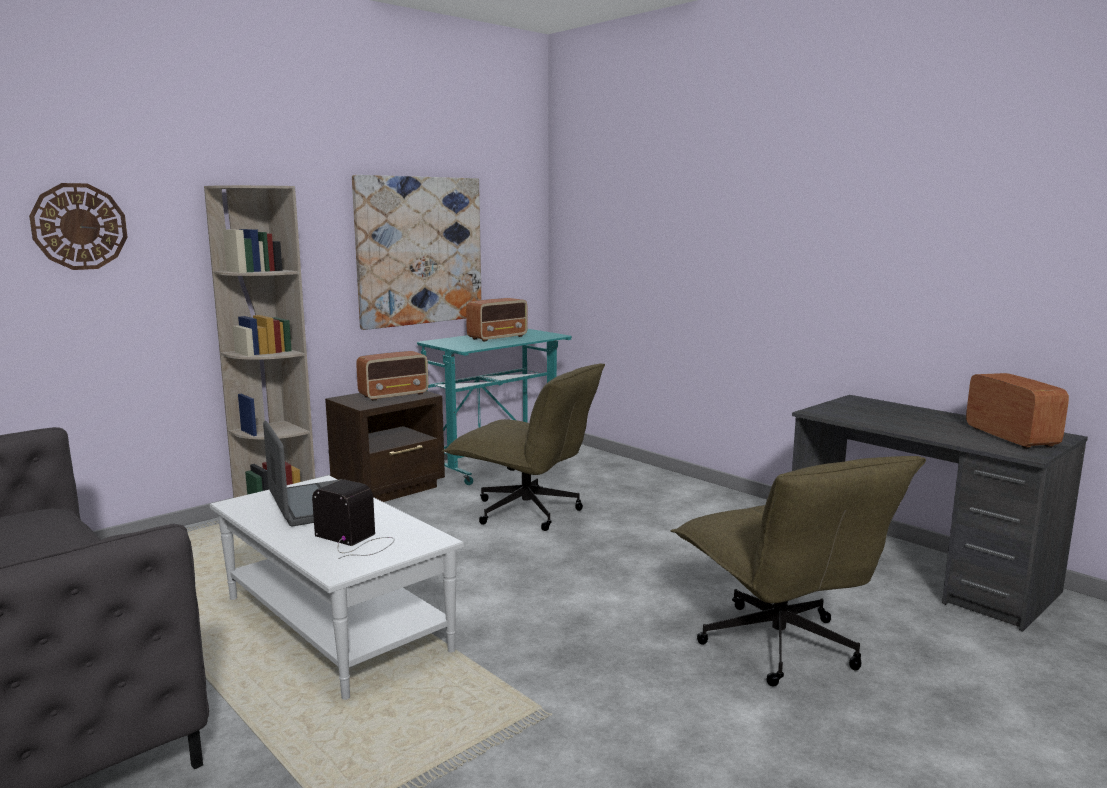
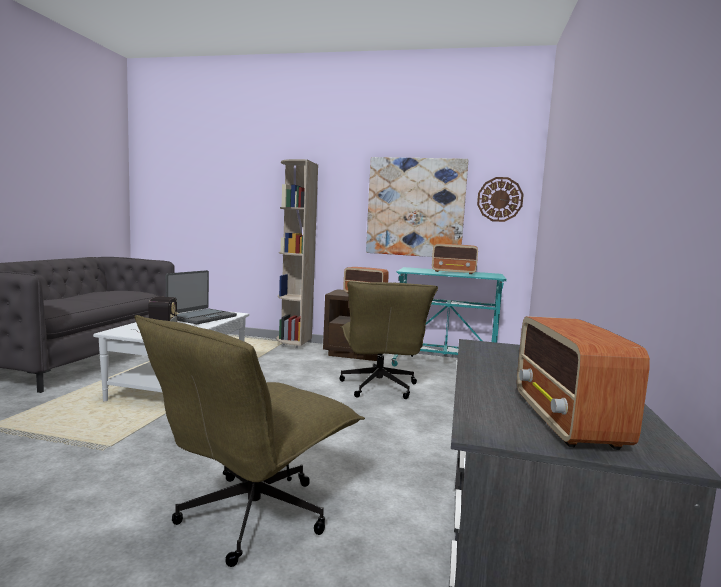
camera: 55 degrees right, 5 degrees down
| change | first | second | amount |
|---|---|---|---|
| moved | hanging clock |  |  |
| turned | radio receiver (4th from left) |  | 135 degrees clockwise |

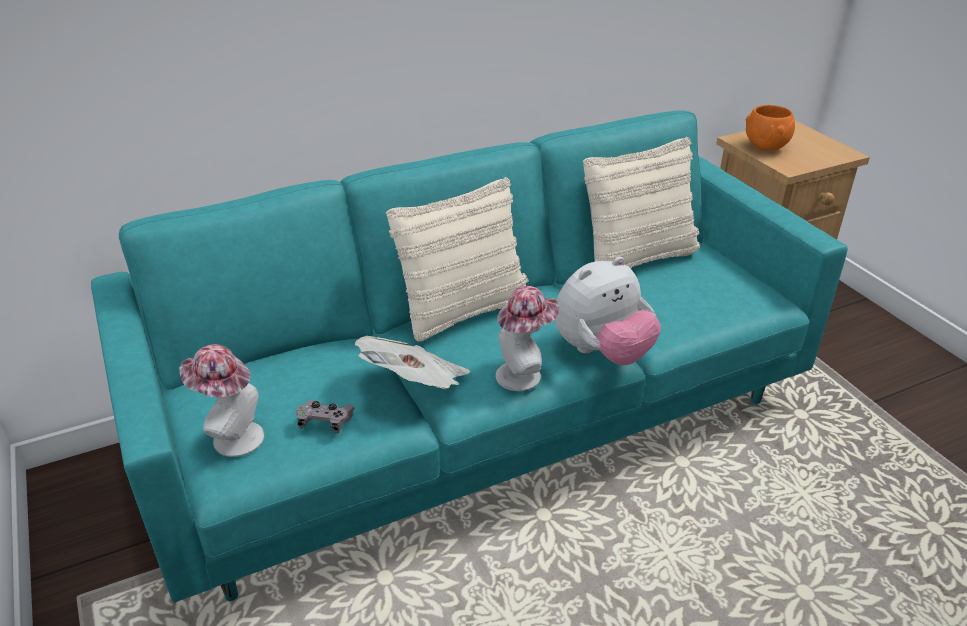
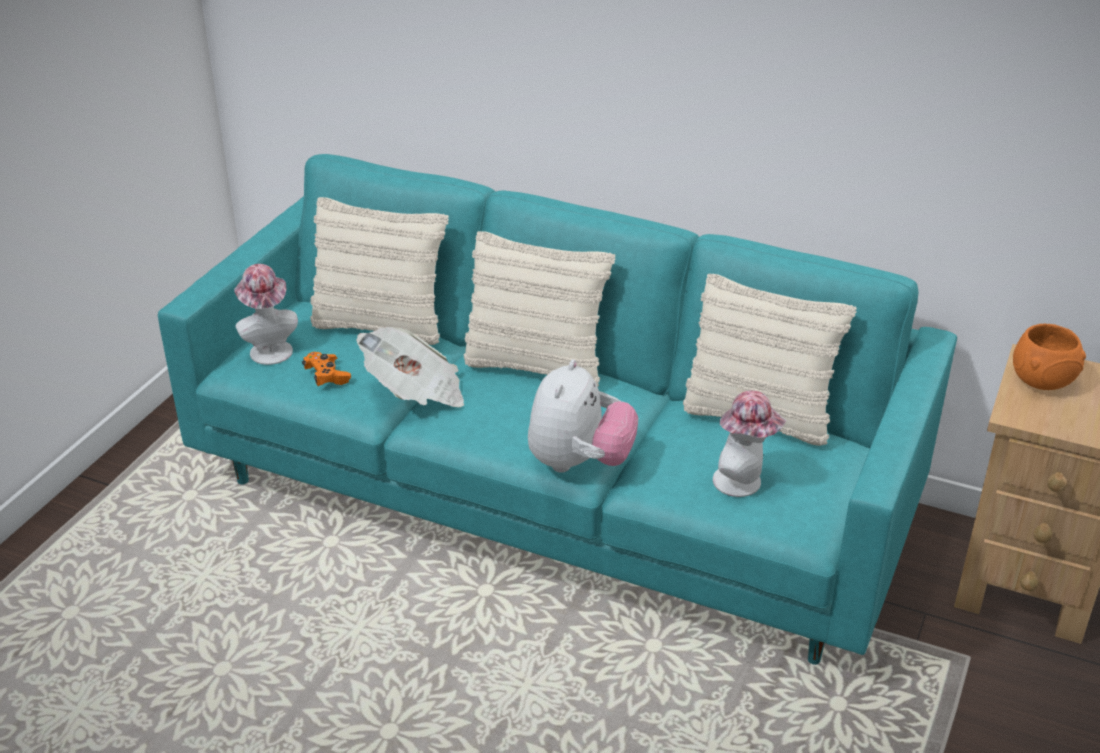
camera: 50 degrees right, 0 degrees up
| change | first | second | amount |
|---|---|---|---|
| recoloured | joypad/gray | joypad/orangey |  |
| added |  | throw pillow/sand-coloured (1st from left) |  |
| turned | soft toy |  | 90 degrees counterclockwise |
| moved | wearable hat (2nd from left) |  |  |

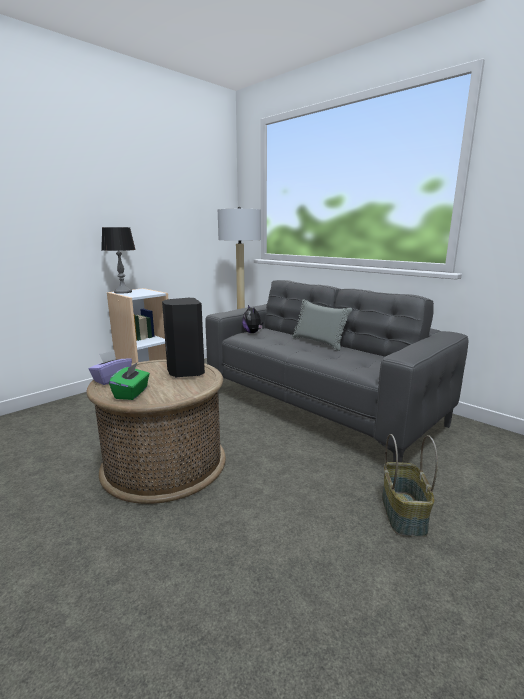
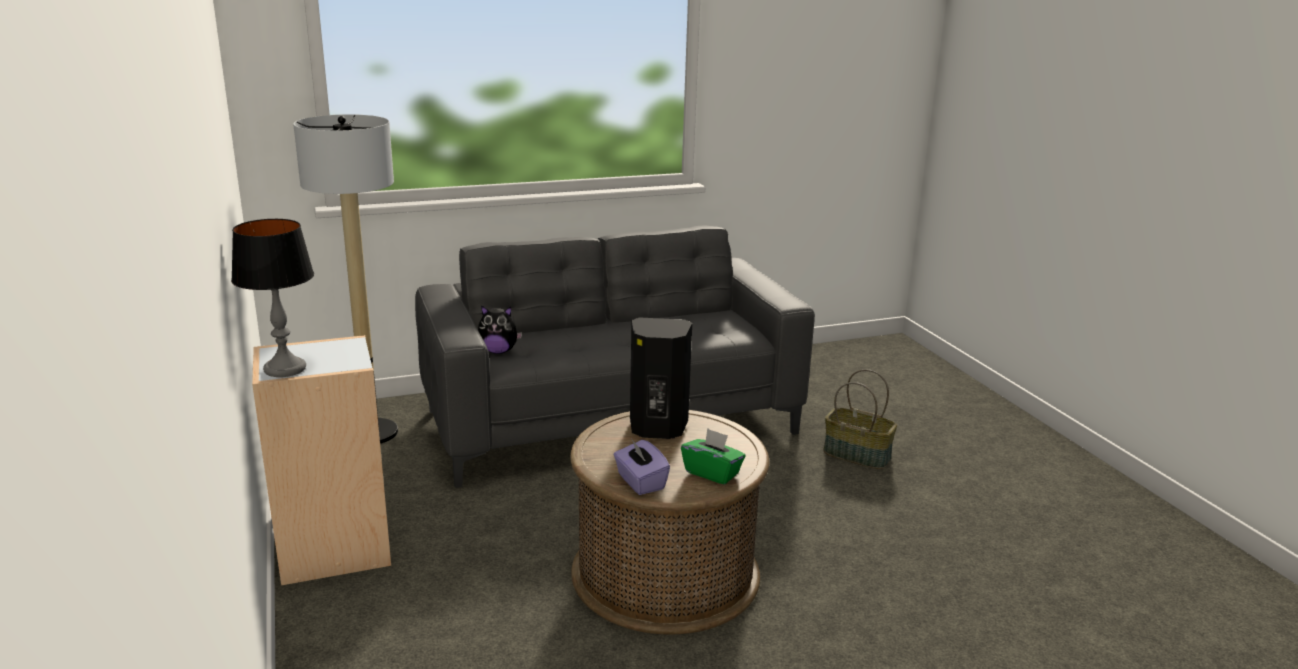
camera: 65 degrees left, 5 degrees up
| change | first | second | amount |
|---|---|---|---|
| removed | throw pillow/gray |  |  |

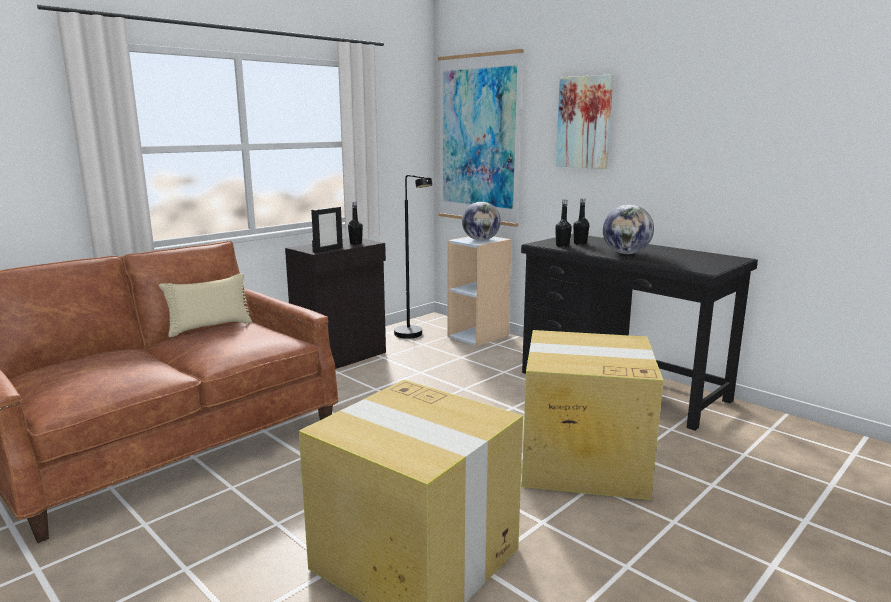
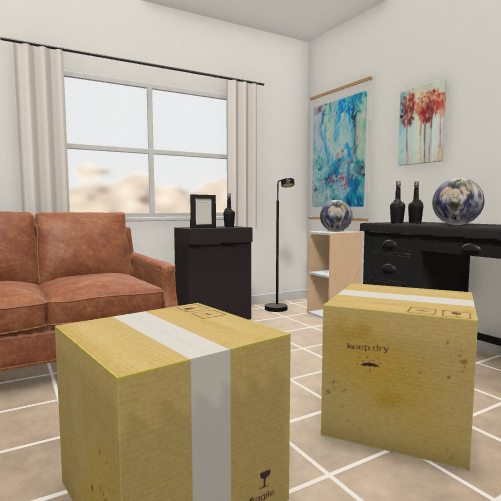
camera: 15 degrees right, 10 degrees down
| change | first | second | amount |
|---|---|---|---|
| removed | throw pillow/sand-coloured |  |  |

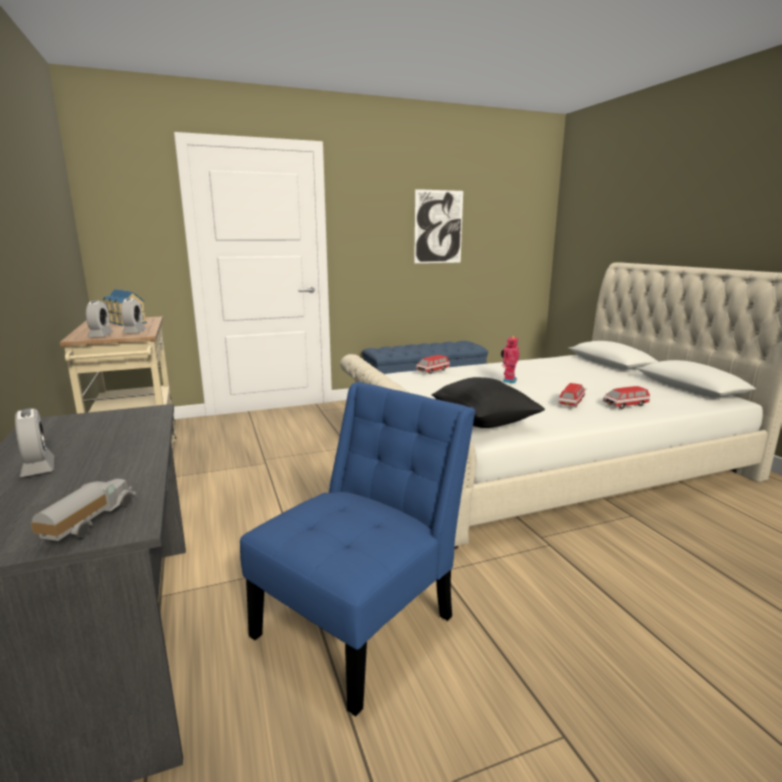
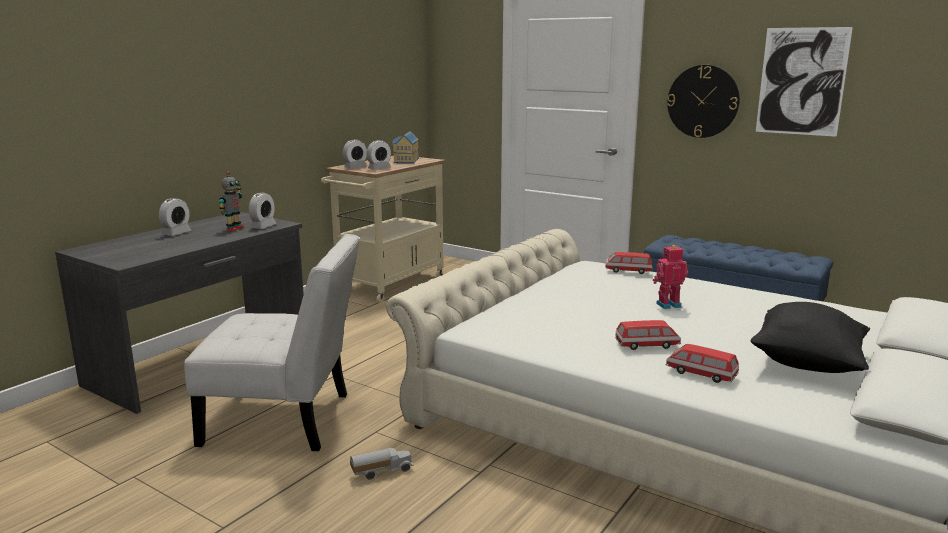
camera: 55 degrees right, 0 degrees up
| change | first | second | amount |
|---|---|---|---|
| recoloured | upright chair/blue | upright chair/whitish |  |
| added |  | toy robot (1st from left) |  |
| added |  | alarm clock (2nd from left) |  |
| moved | toy lorry |  |  |
| added |  | hanging clock |  |
| moved | throw pillow/blackish |  |  |

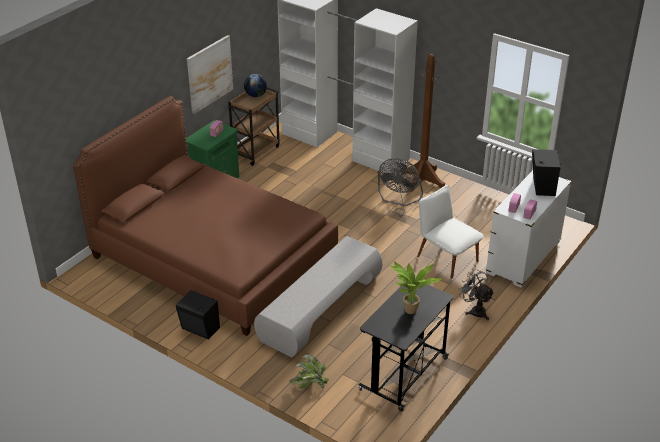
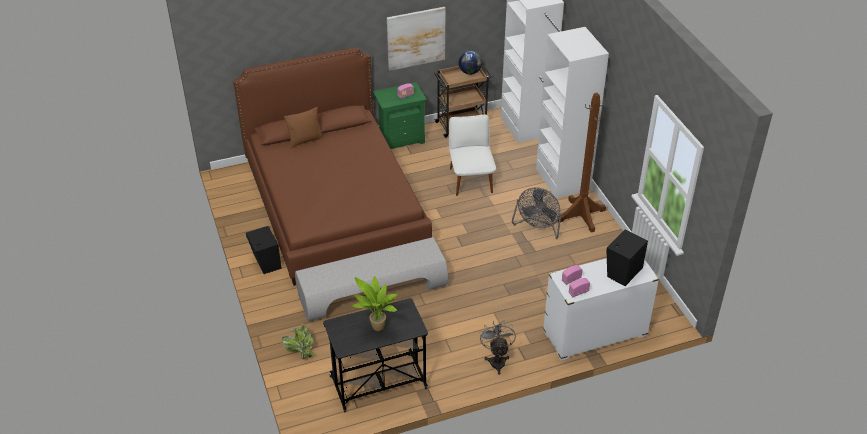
camera: 35 degrees right, 5 degrees up
| change | first | second | amount |
|---|---|---|---|
| added |  | throw pillow/brownish |  |
| moved | upright chair/whitish |  |  |
| turned | cooling fan/gray (1st from left in the first image) | cooling fan/gray (2nd from left) | 150 degrees clockwise |

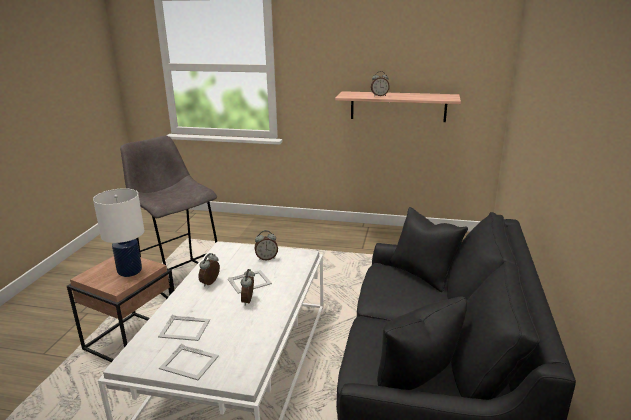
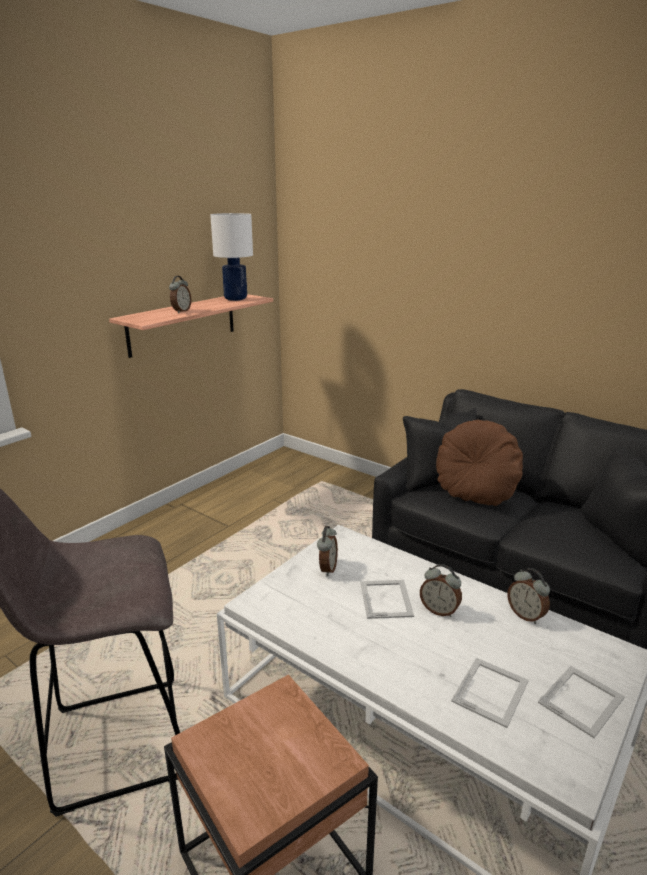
camera: 65 degrees left, 0 degrees up
| change | first | second | amount |
|---|---|---|---|
| moved | tabletop lamp/whitish |  |  |
| added |  | throw pillow/brownish |  |
| moved | alarm clock (1st from left in the first image) | alarm clock (4th from left) |  |

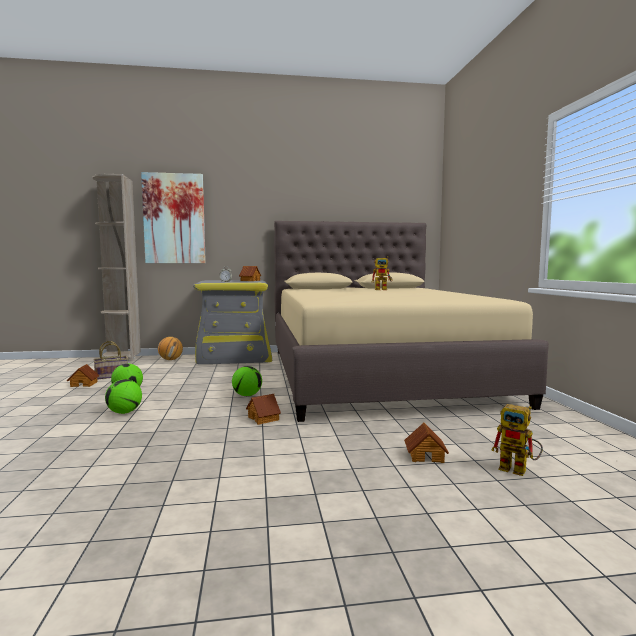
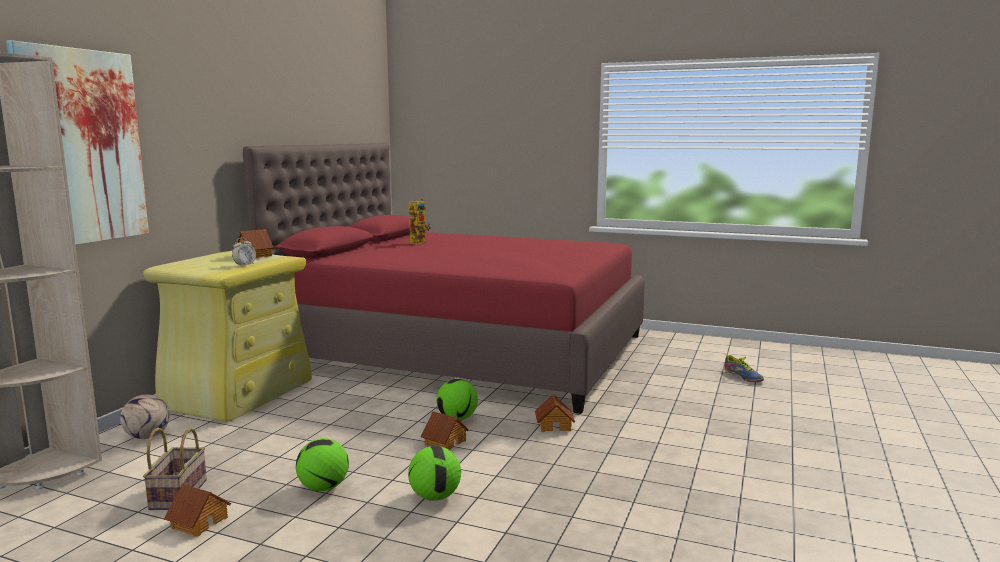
camera: 60 degrees left, 5 degrees up
| change | first | second | amount |
|---|---|---|---|
| replaced | ball for basketball | football ball (1st from left) |  |
| recoloured | night table/gray | night table/yellow |  |
| recoloured | bed/sand-coloured | bed/reddish |  |
| moved | model house (4th from left in the first image) | model house (3rd from left) |  |
| replaced | toy robot (2nd from left) | shoe |  |

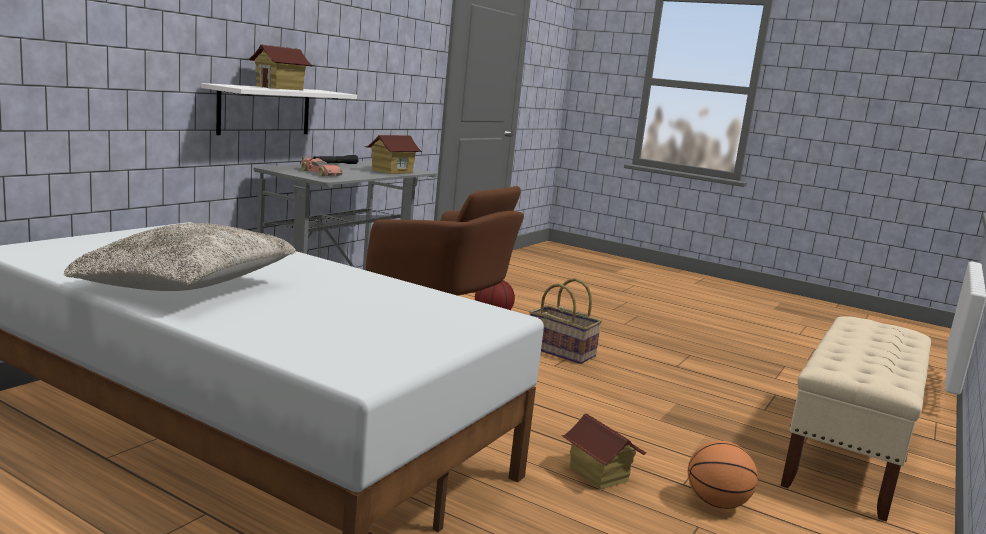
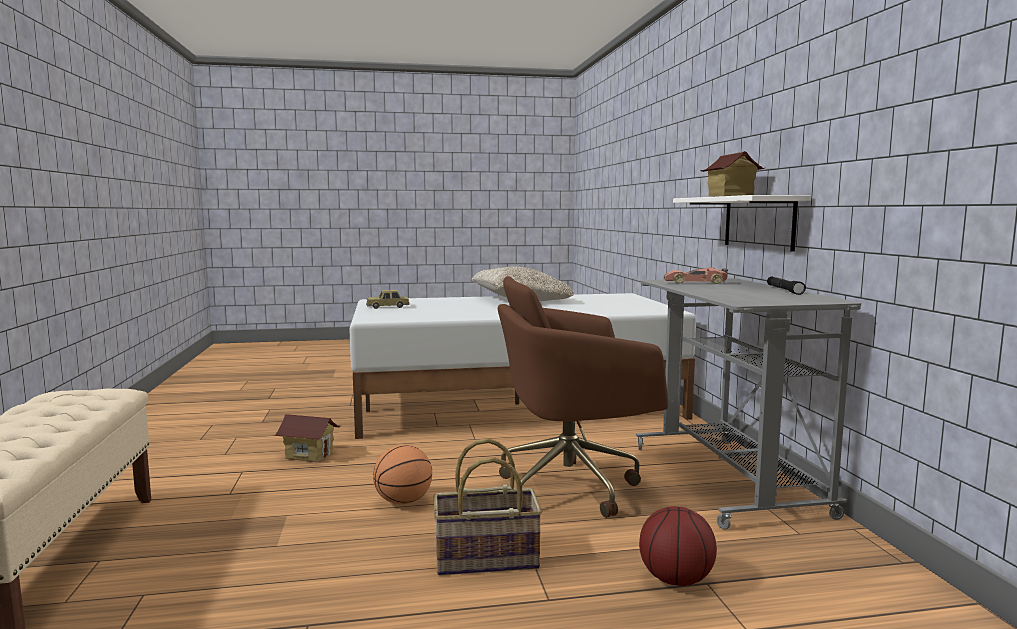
camera: 140 degrees right, 5 degrees down
| change | first | second | amount |
|---|---|---|---|
| added |  | model car (1st from left) |  |
| moved | ball for basketball (2nd from left in the first image) | ball for basketball (1st from left) |  |
| removed | model house (2nd from left) |  |  |

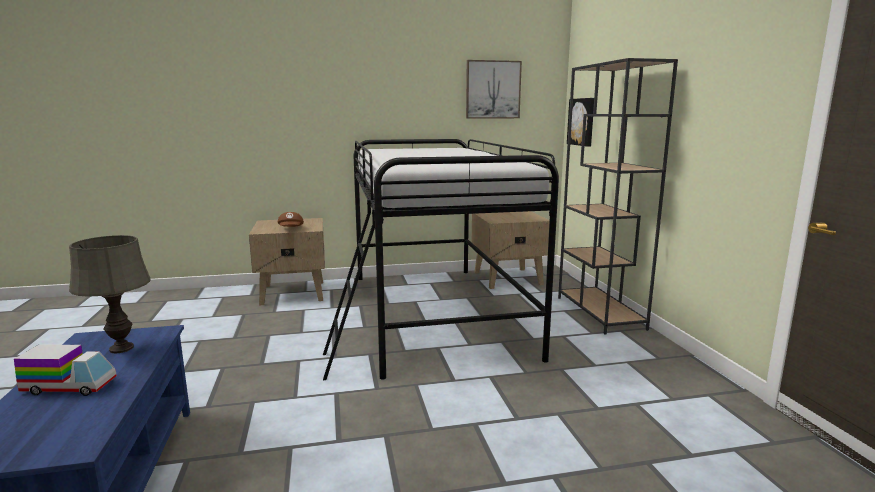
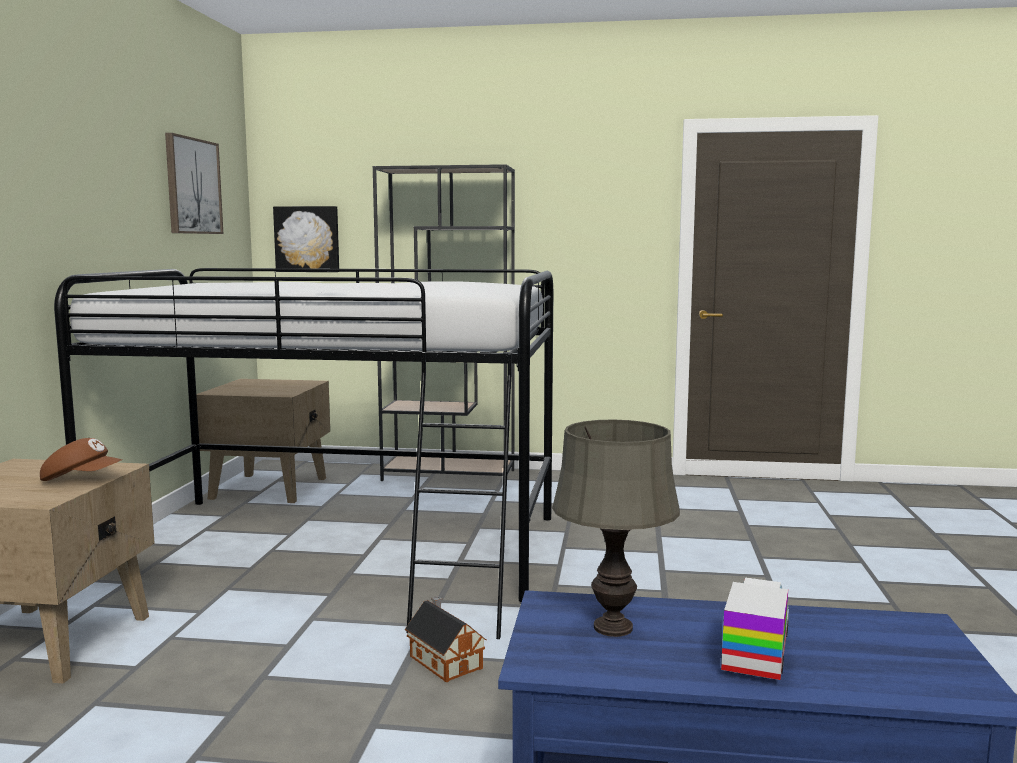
camera: 70 degrees left, 5 degrees down
| change | first | second | amount |
|---|---|---|---|
| added |  | model house |  |

